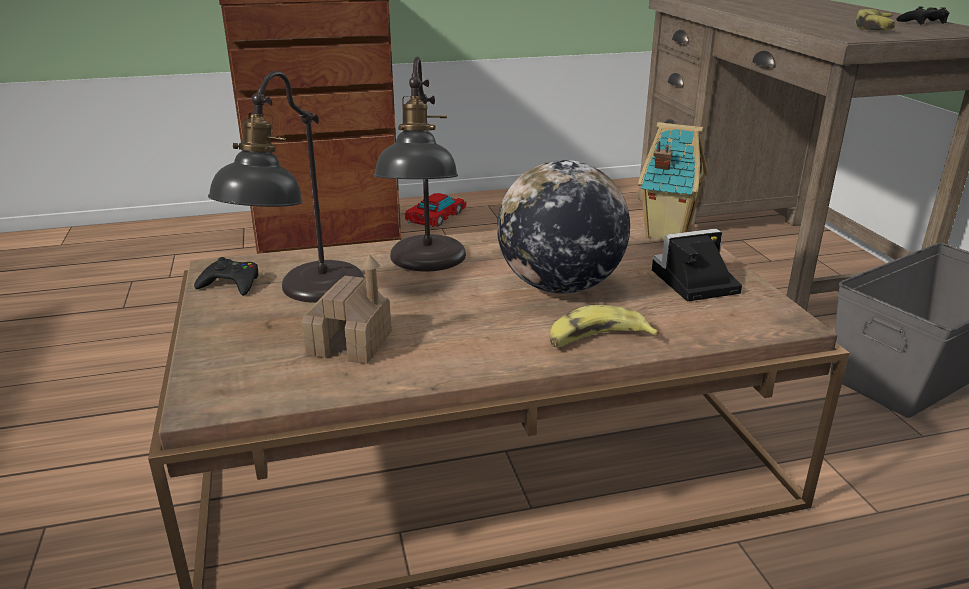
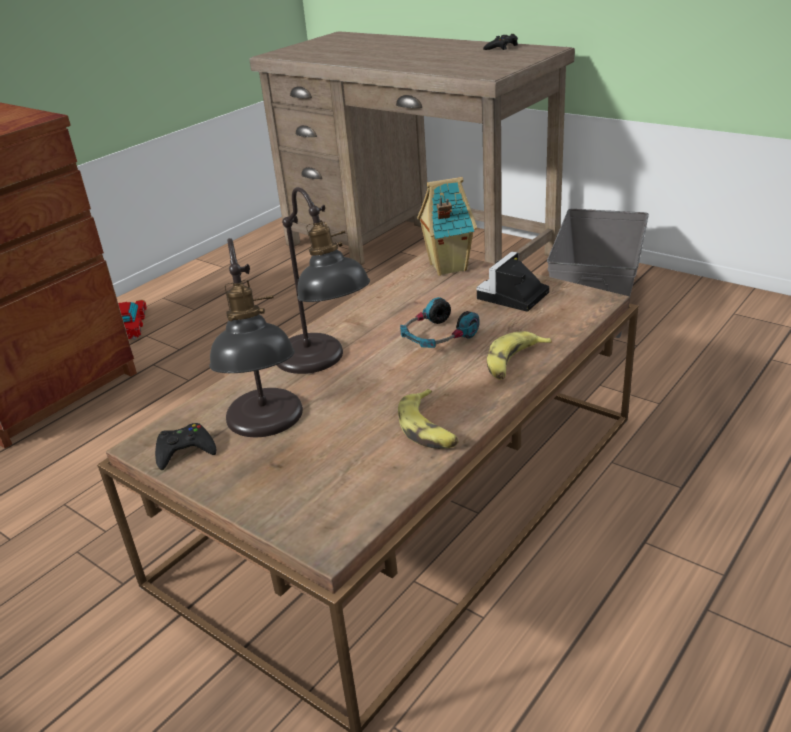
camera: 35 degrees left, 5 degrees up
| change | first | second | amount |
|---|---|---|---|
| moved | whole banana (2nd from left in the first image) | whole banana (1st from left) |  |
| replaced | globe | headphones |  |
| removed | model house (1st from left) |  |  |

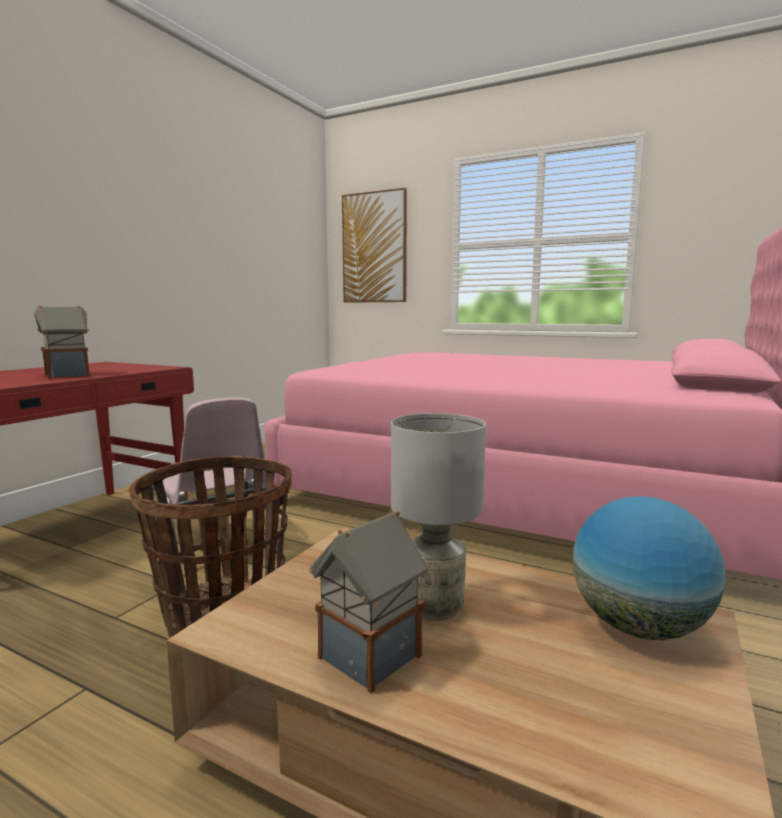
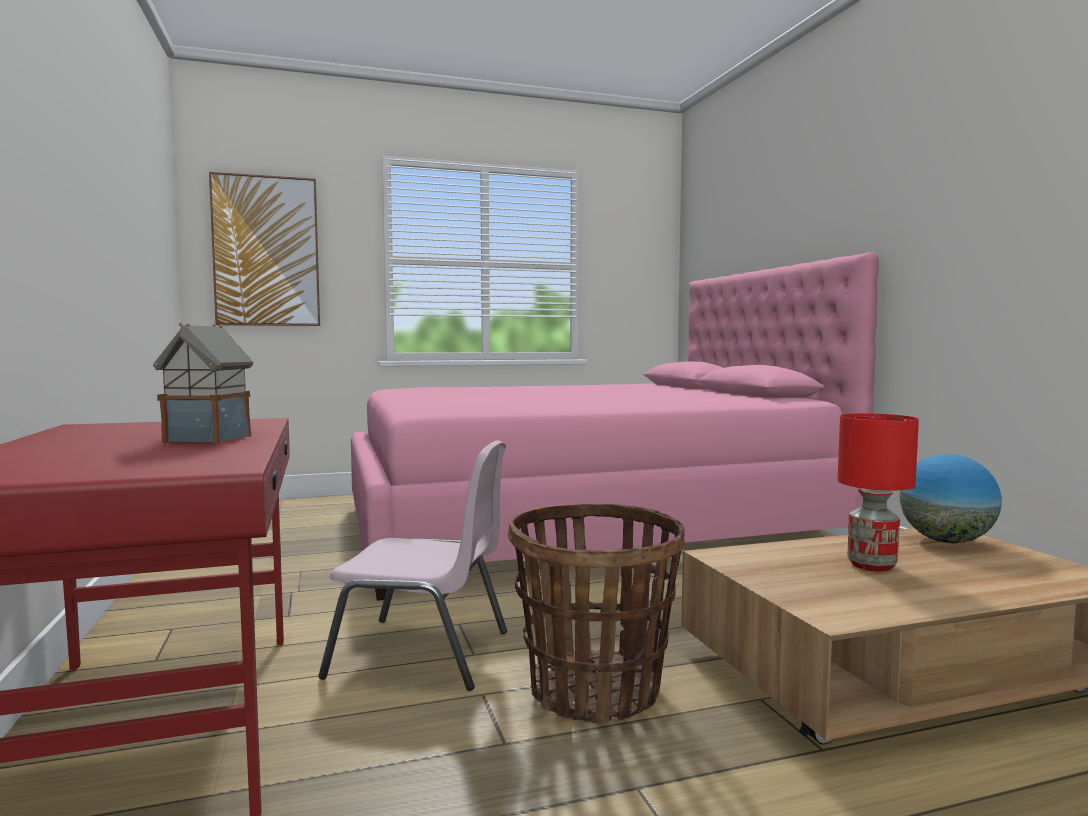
camera: 45 degrees left, 5 degrees down
| change | first | second | amount |
|---|---|---|---|
| recoloured | tabletop lamp/gray | tabletop lamp/reddish |  |
| removed | model house (2nd from left) |  |  |

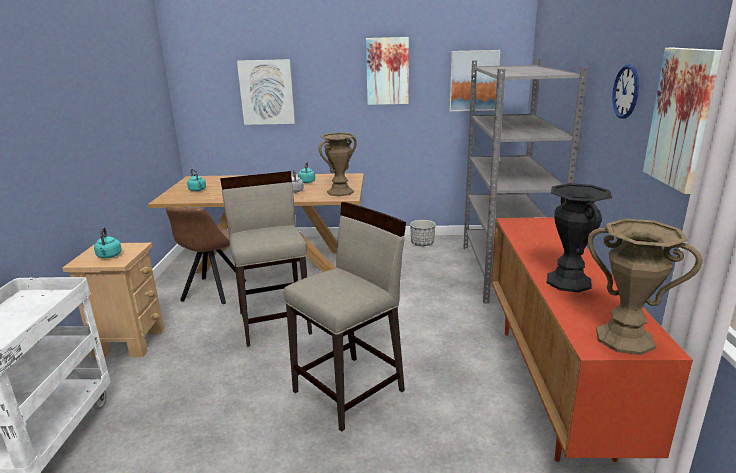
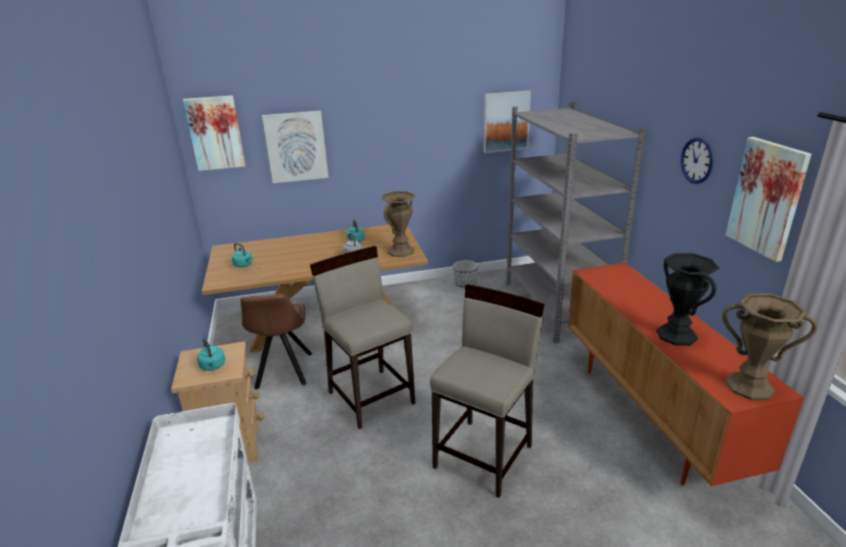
camera: 15 degrees left, 5 degrees up
| change | first | second | amount |
|---|---|---|---|
| moved | wall picture (2nd from left in the first image) | wall picture (1st from left) |  |

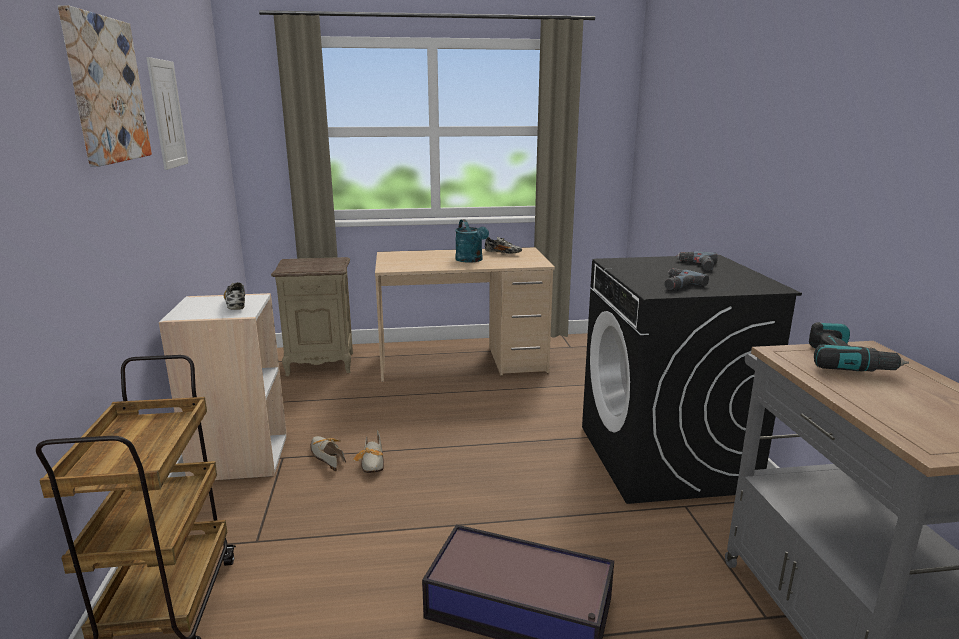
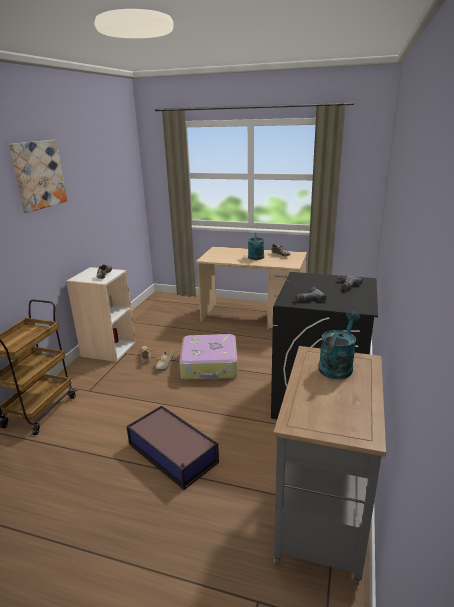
camera: 25 degrees right, 5 degrees up
| change | first | second | amount |
|---|---|---|---|
| added |  | travel case |  |
| replaced | electric drill (3rd from left) | watering can/turquoise (2nd from left) |  |
| removed | wall picture (2nd from left) |  |  |
| removed | night table/sand-coloured |  |  |

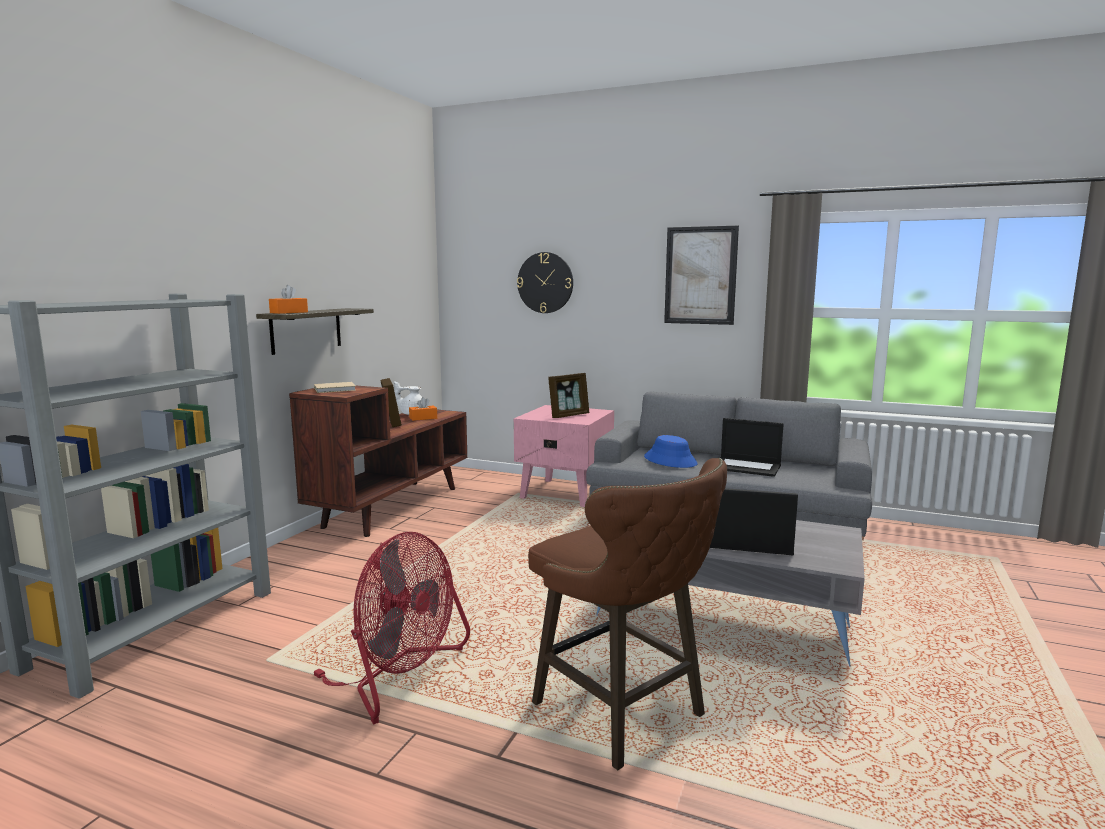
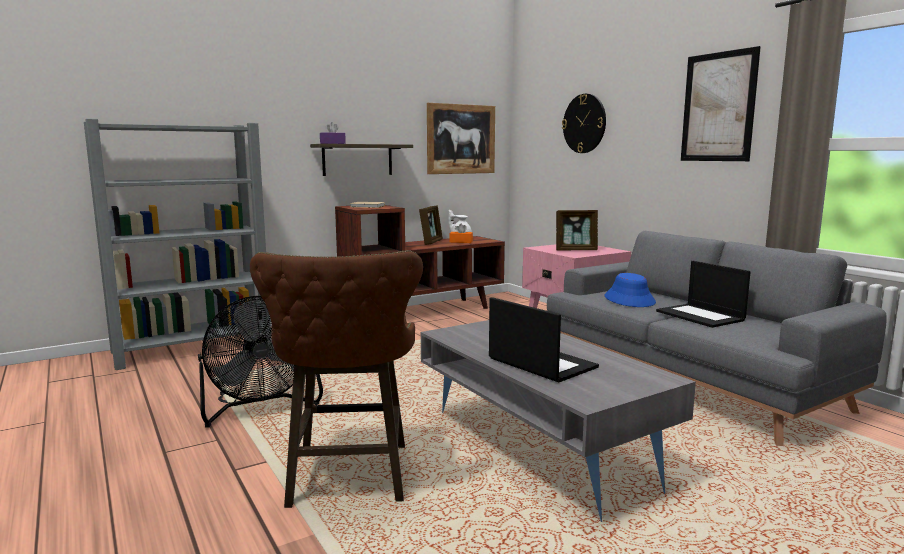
camera: 35 degrees right, 0 degrees up
| change | first | second | amount |
|---|---|---|---|
| recoloured | cooling fan/reddish | cooling fan/blackish |  |
| recoloured | tissue holder/orangey (1st from left) | tissue holder/purple-coloured |  |
| added |  | wall picture (1st from left) |  |

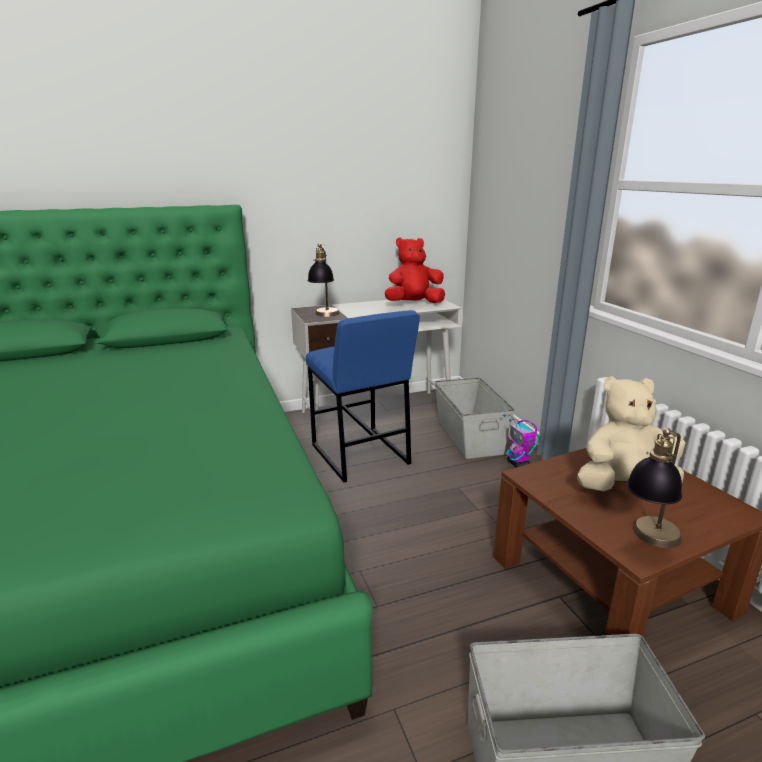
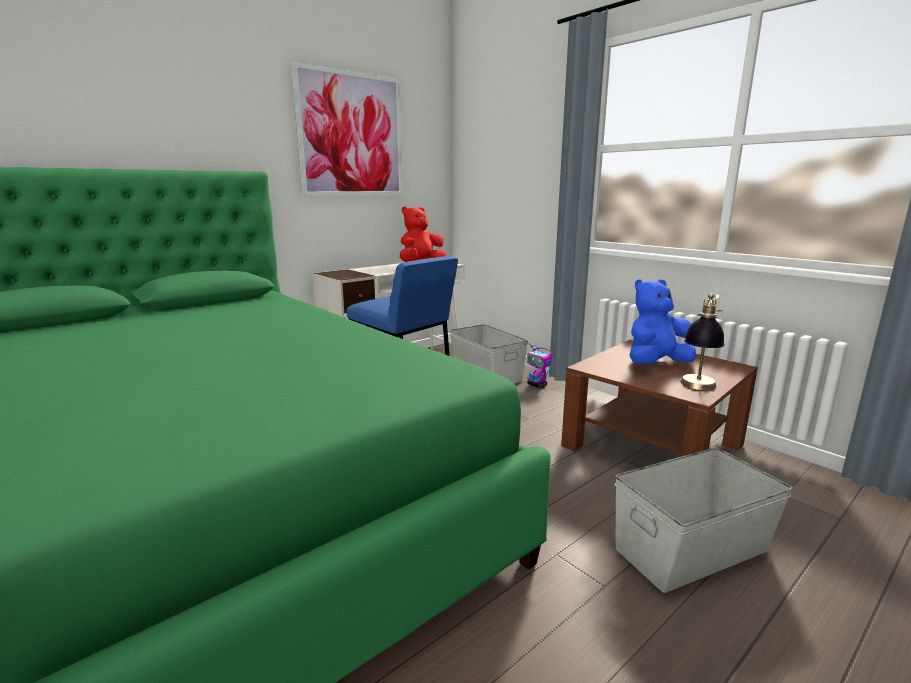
camera: 20 degrees left, 5 degrees down
| change | first | second | amount |
|---|---|---|---|
| added |  | wall picture |  |
| recoloured | soft toy/sand-coloured | soft toy/blue |  |
| removed | tabletop lamp (1st from left) |  |  |

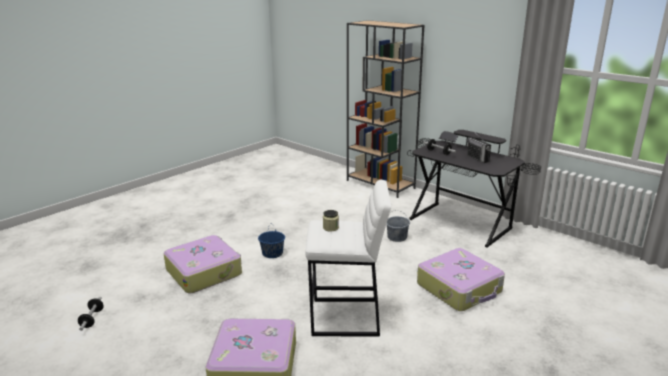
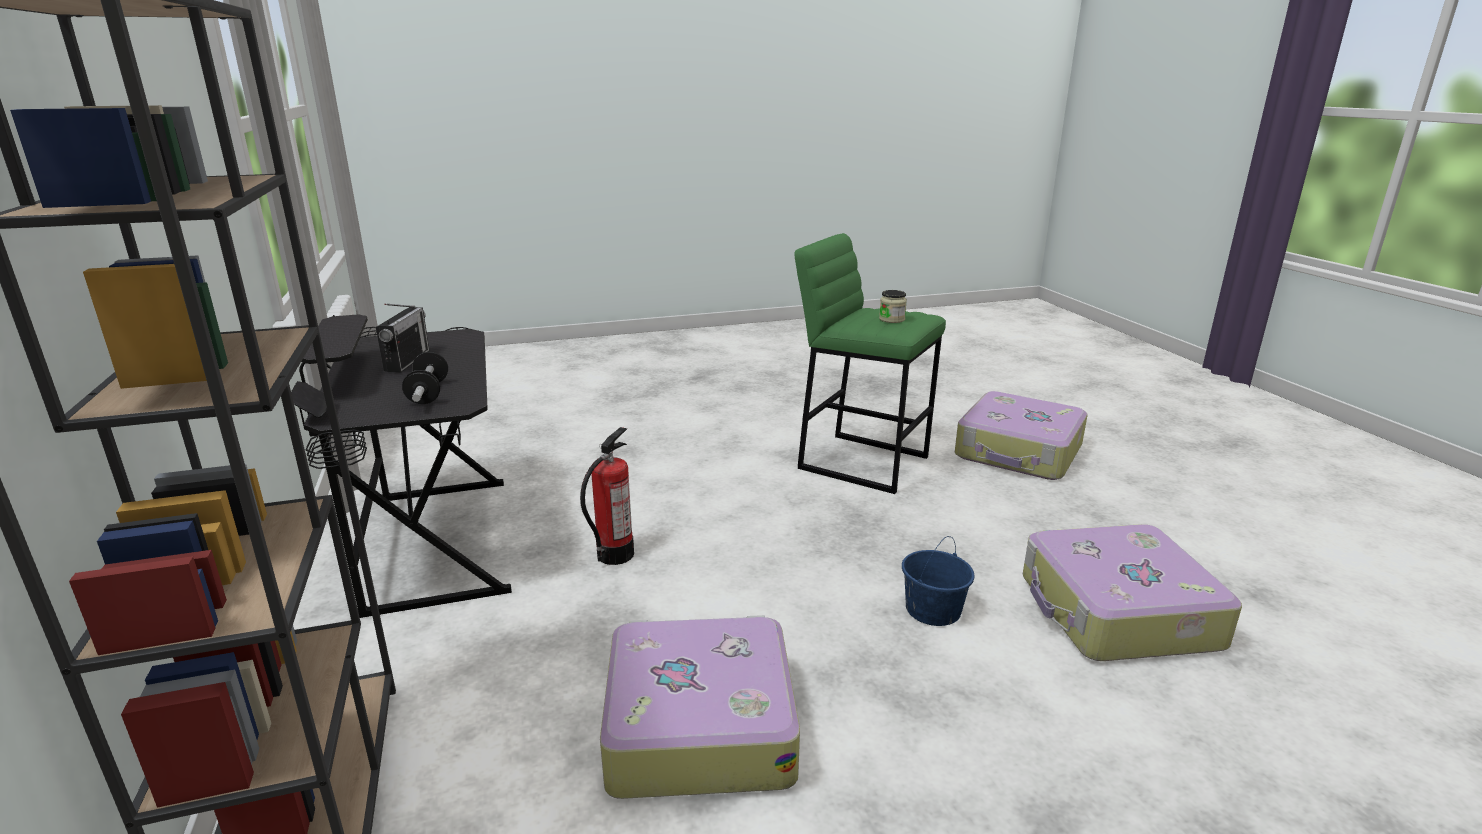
camera: 150 degrees left, 0 degrees up
| change | first | second | amount |
|---|---|---|---|
| replaced | water bucket/gray | fire extinguisher |  |
| moved | travel case (3rd from left in the first image) | travel case (1st from left) |  |
| recoloured | stool seat/whitish | stool seat/green-coloured |  |
| removed | hand weight (1st from left) |  |  |

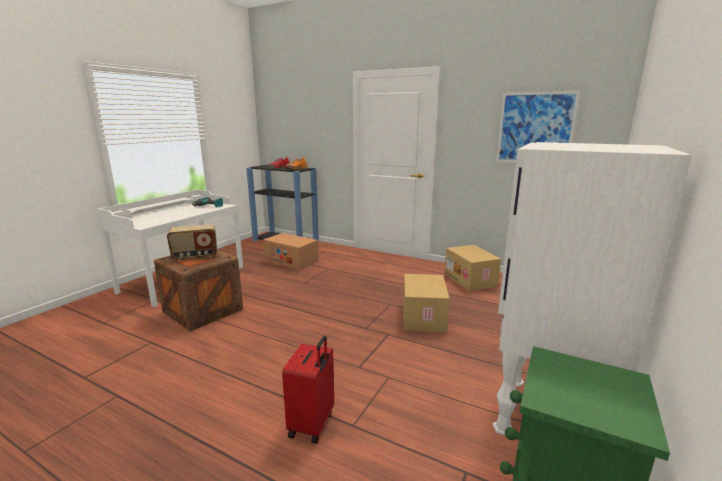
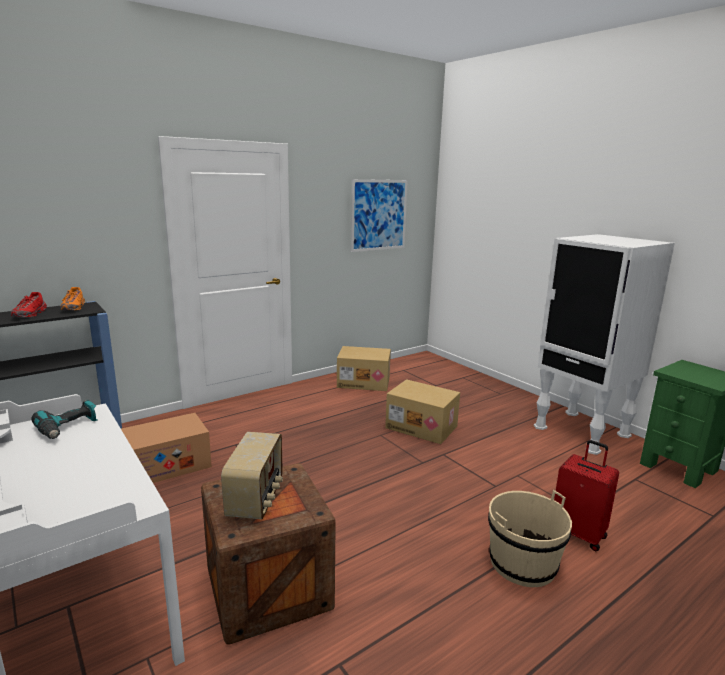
camera: 65 degrees left, 0 degrees up
| change | first | second | amount |
|---|---|---|---|
| added |  | water bucket/sand-coloured |  |

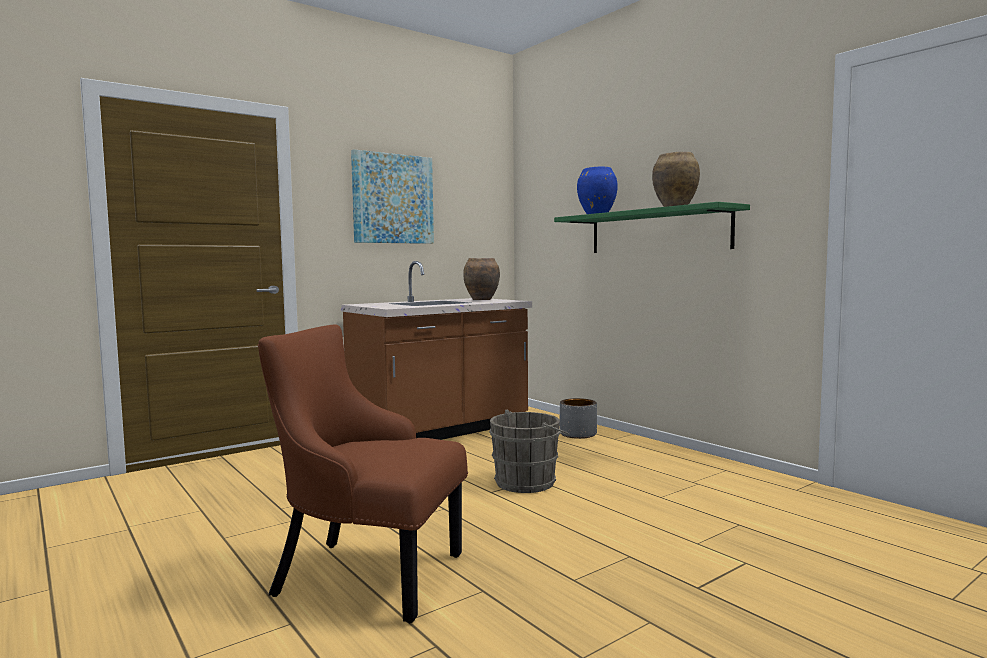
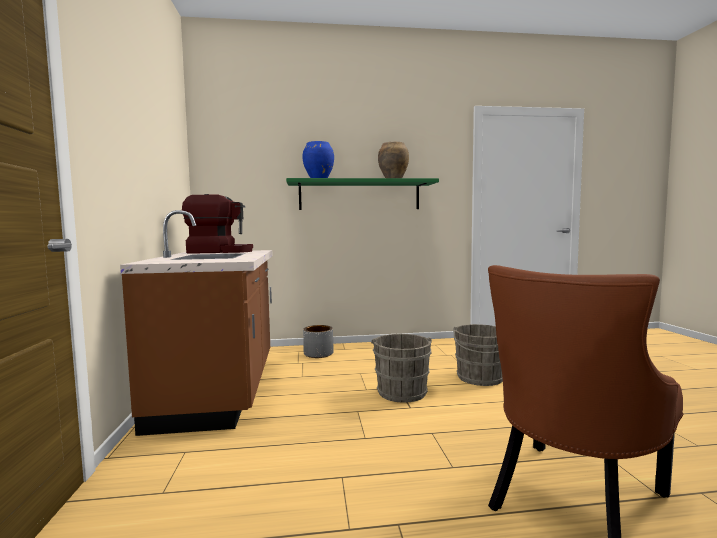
camera: 60 degrees left, 0 degrees up
| change | first | second | amount |
|---|---|---|---|
| replaced | decorative vase/brownish (1st from left) | coffee maker |  |
| added |  | water bucket/gray (2nd from left) |  |
| removed | wall picture |  |  |

